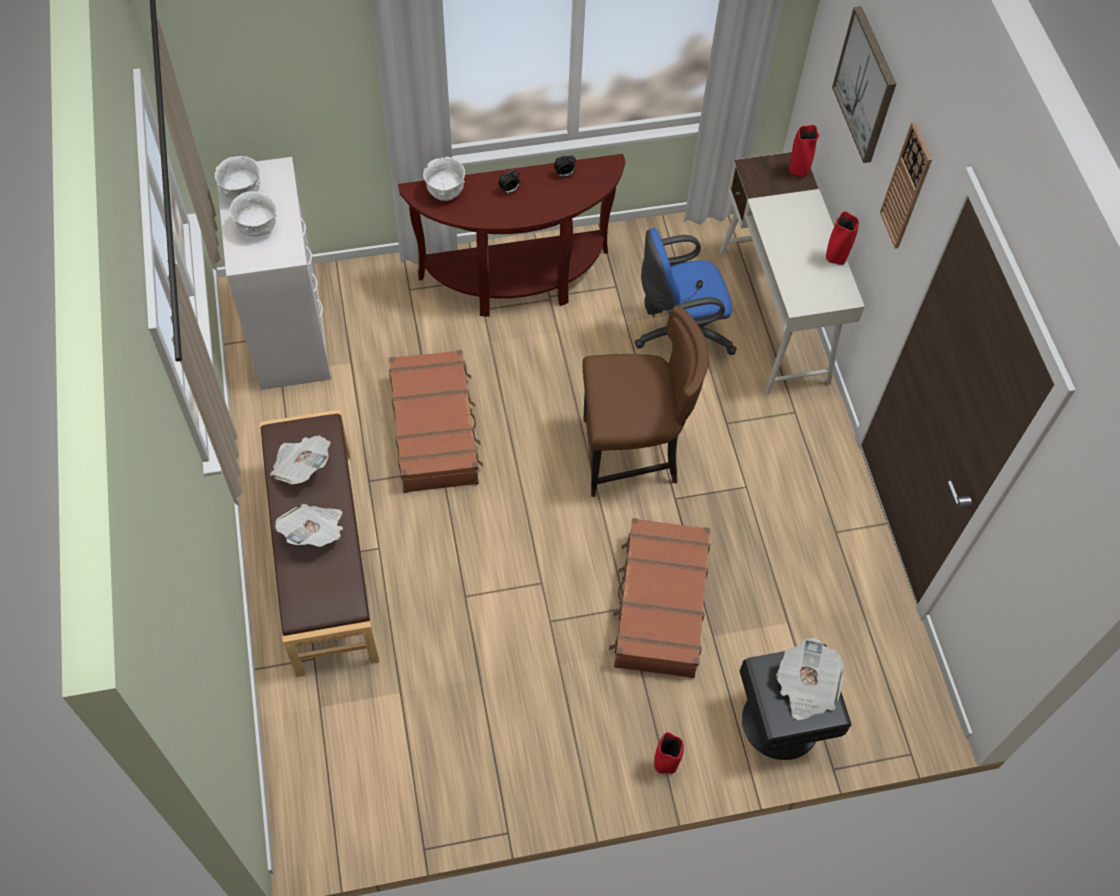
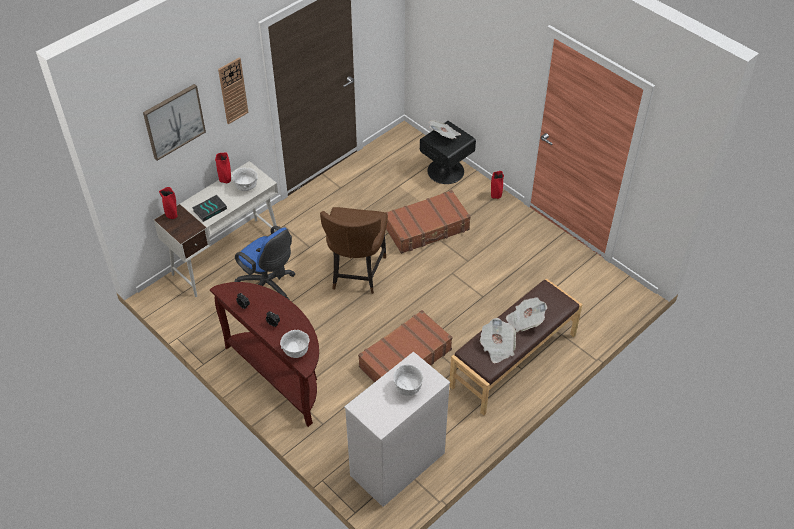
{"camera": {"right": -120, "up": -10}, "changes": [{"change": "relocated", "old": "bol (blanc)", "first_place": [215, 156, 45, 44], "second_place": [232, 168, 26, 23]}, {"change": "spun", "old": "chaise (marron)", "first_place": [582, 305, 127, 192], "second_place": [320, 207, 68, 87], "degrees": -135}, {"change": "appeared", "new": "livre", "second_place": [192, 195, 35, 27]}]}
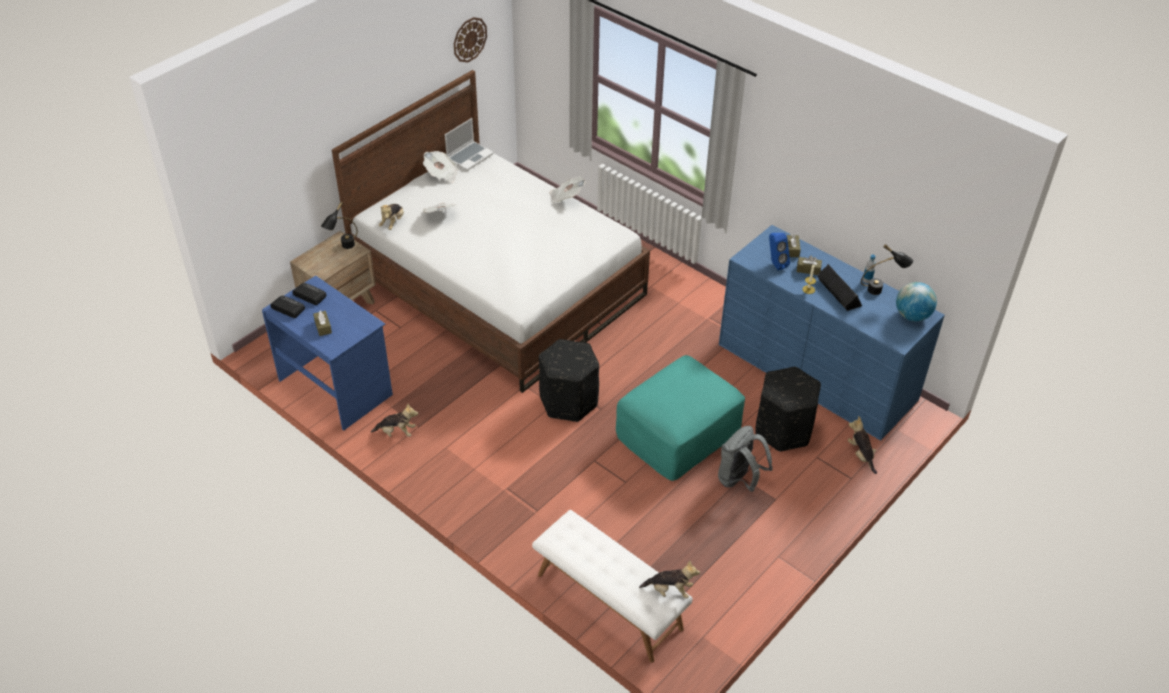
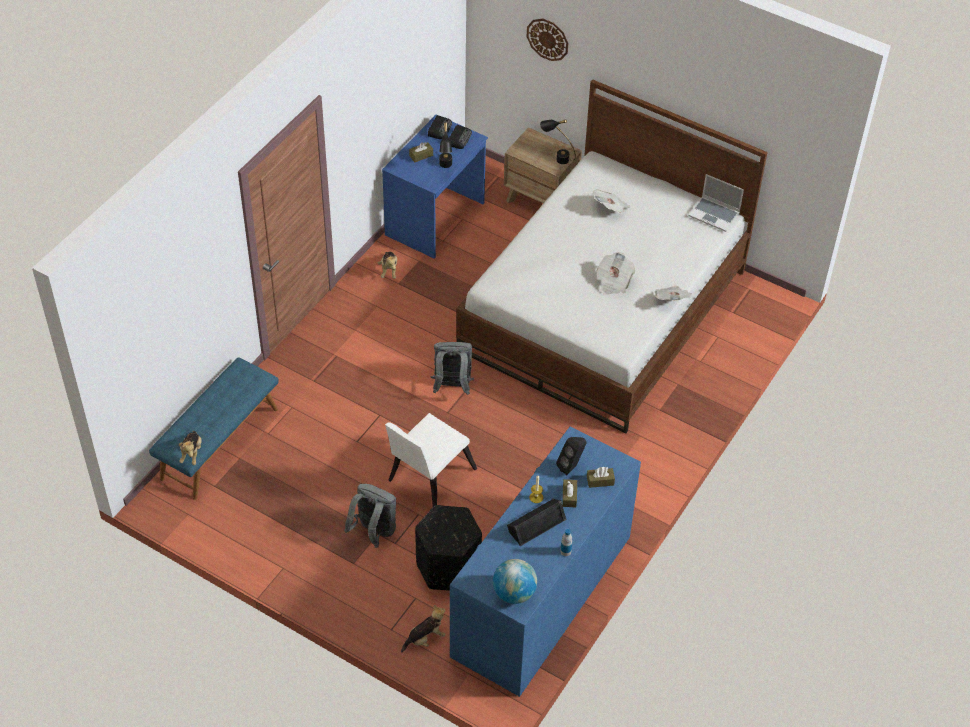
{"camera": {"right": 80, "up": 5}, "changes": [{"change": "missing", "old": "peluche", "first_place": [379, 204, 25, 26]}, {"change": "relocated", "old": "journal", "first_place": [423, 151, 35, 32], "second_place": [596, 252, 39, 43]}, {"change": "relocated", "old": "horloge murale", "first_place": [454, 17, 33, 46], "second_place": [527, 19, 41, 42]}, {"change": "colour", "old": "banc (blanc)", "new": "banc (bleu)", "first_place": [532, 510, 161, 153], "second_place": [149, 357, 130, 143]}, {"change": "exchanged", "old": "pouf (noir)", "new": "sac à dos (gris)", "first_place": [539, 339, 60, 83], "second_place": [430, 342, 44, 53]}, {"change": "exchanged", "old": "pouf (turquoise)", "new": "chaise (blanc)", "first_place": [616, 355, 129, 126], "second_place": [385, 413, 92, 93]}, {"change": "colour", "old": "enceinte (bleu)", "new": "enceinte (noir)", "first_place": [769, 233, 21, 38], "second_place": [556, 437, 30, 38]}, {"change": "relocated", "old": "lampe de table (noir)", "first_place": [861, 244, 52, 51], "second_place": [439, 123, 13, 45]}]}
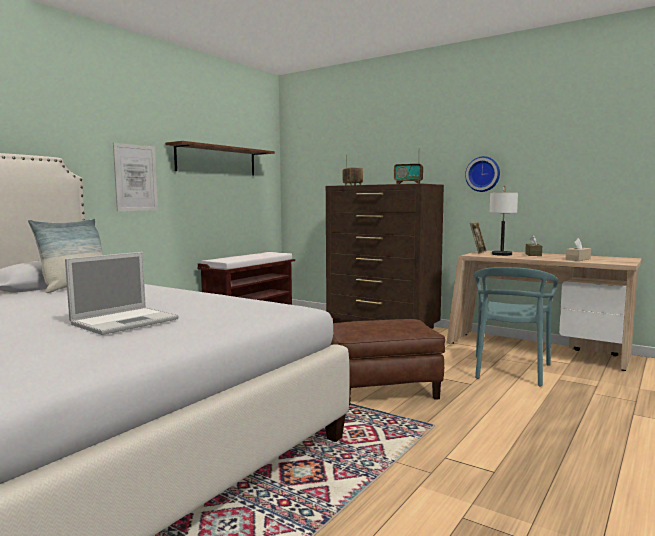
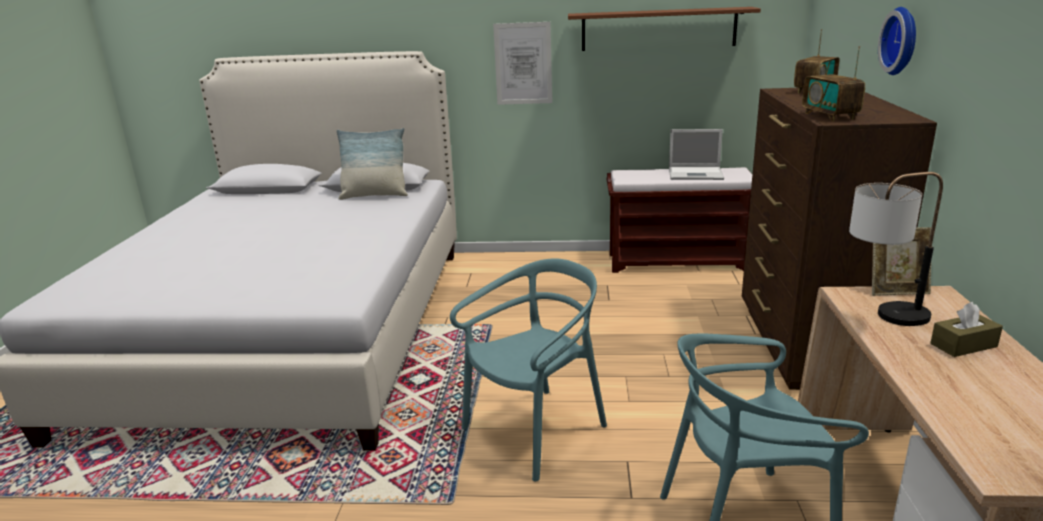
{"camera": {"right": 60, "up": 15}, "changes": [{"change": "relocated", "old": "ordinateur portable", "first_place": [65, 252, 114, 83], "second_place": [669, 129, 55, 51]}, {"change": "exchanged", "old": "pouf (marron)", "new": "chaise (turquoise)", "first_place": [330, 319, 115, 87], "second_place": [450, 258, 157, 223]}, {"change": "relocated", "old": "horloge murale", "first_place": [465, 156, 35, 36], "second_place": [878, 7, 38, 68]}, {"change": "missing", "old": "boîte à mouchoirs (beige)", "first_place": [566, 238, 25, 23]}]}
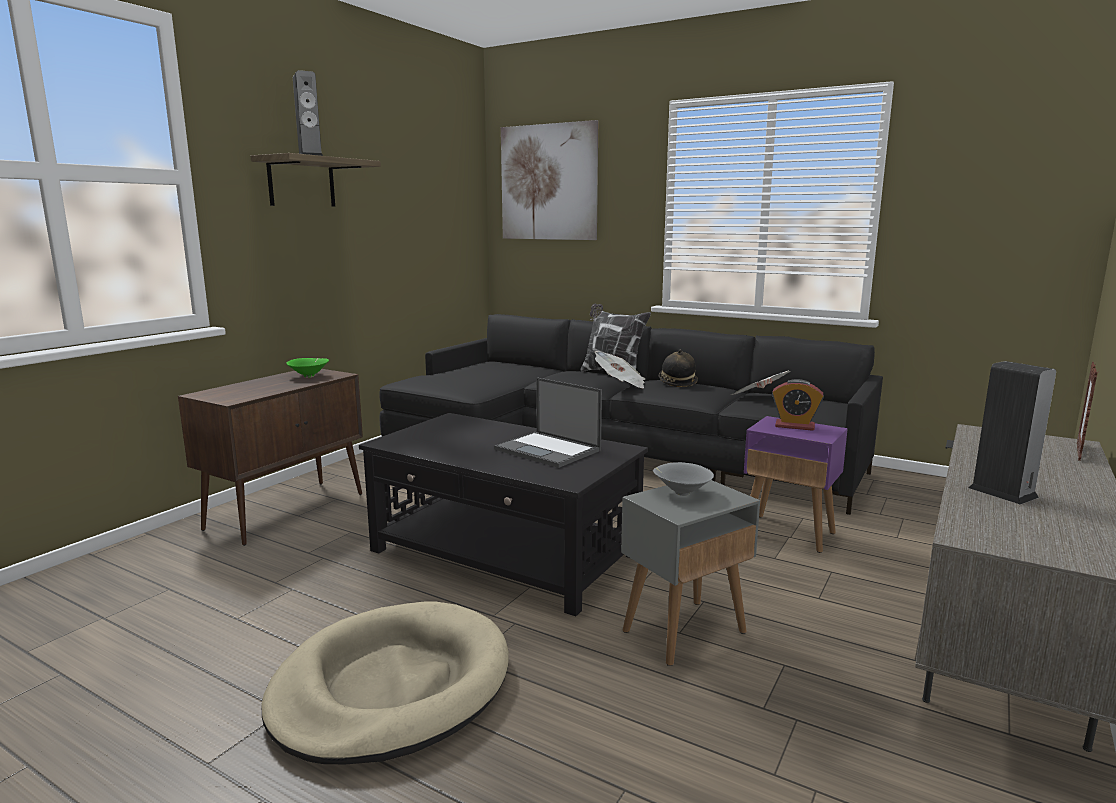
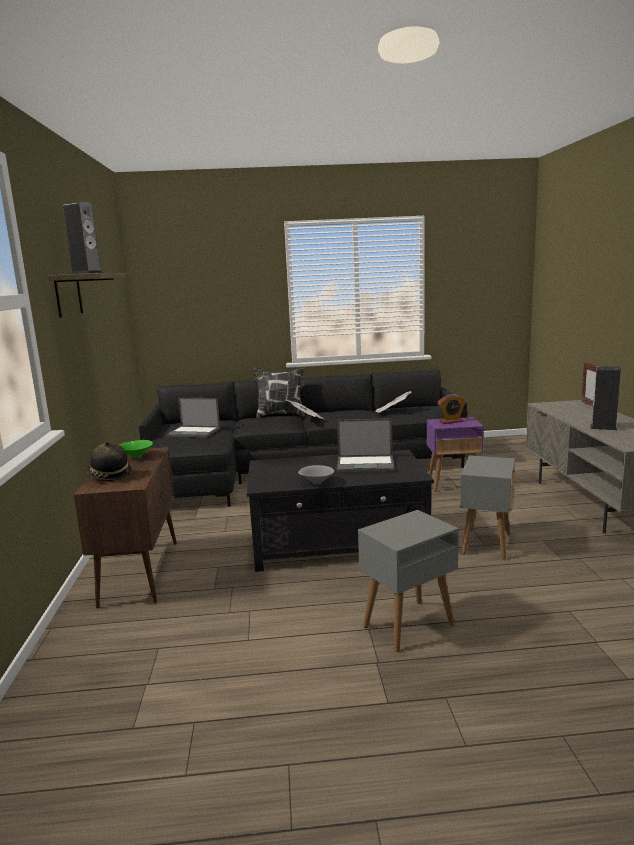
{"camera": {"right": -35, "up": 0}, "changes": [{"change": "exchanged", "old": "panier pour chien (beige)", "new": "table d'appoint (gris)", "first_place": [261, 601, 248, 163], "second_place": [358, 510, 101, 142]}, {"change": "missing", "old": "tableau", "first_place": [501, 120, 97, 120]}, {"change": "relocated", "old": "bol (gris)", "first_place": [653, 462, 61, 34], "second_place": [298, 465, 36, 20]}, {"change": "relocated", "old": "chapeau", "first_place": [659, 349, 39, 38], "second_place": [87, 441, 45, 41]}, {"change": "appeared", "new": "ordinateur portable", "second_place": [166, 398, 54, 40]}]}
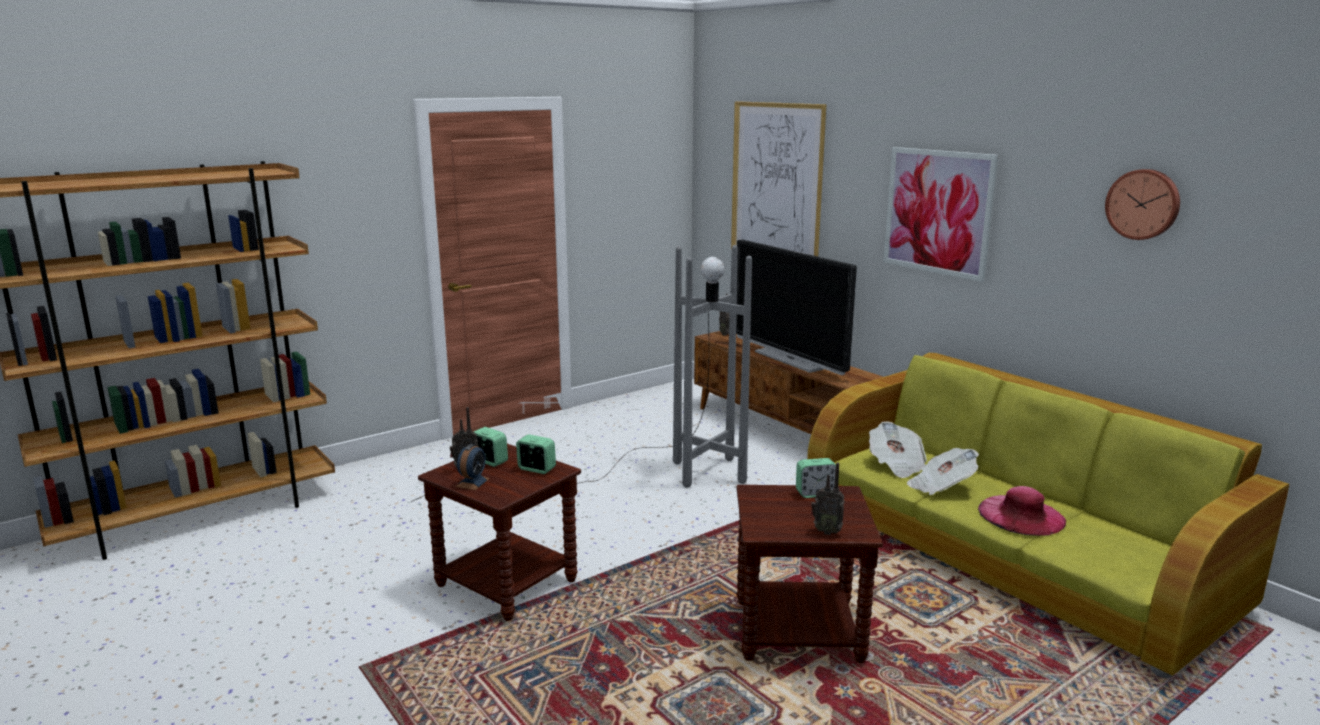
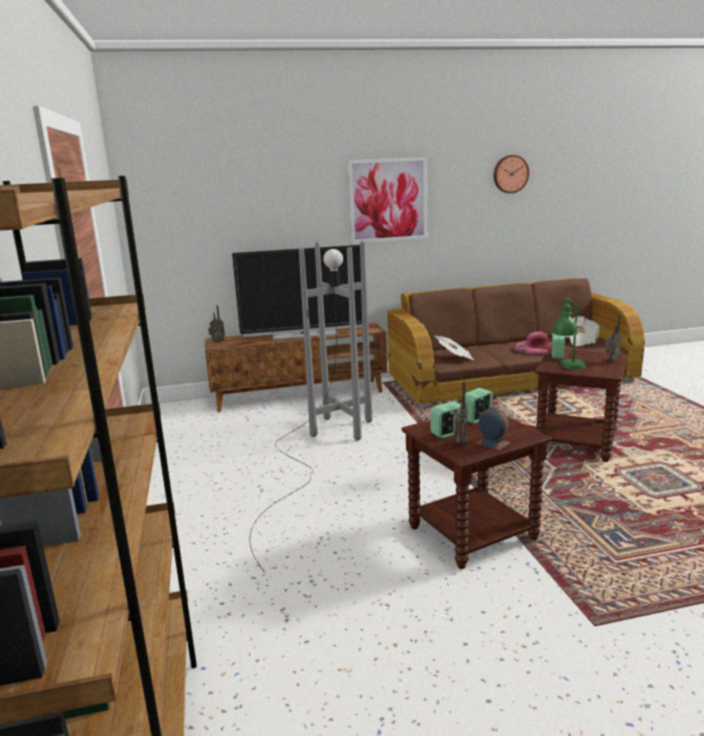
{"camera": {"right": -65, "up": 0}, "changes": [{"change": "missing", "old": "tableau", "first_place": [731, 101, 96, 155]}, {"change": "colour", "old": "canapé (vert)", "new": "canapé (marron)", "first_place": [807, 353, 482, 325], "second_place": [387, 278, 258, 130]}, {"change": "relocated", "old": "journal", "first_place": [907, 448, 72, 47], "second_place": [565, 316, 35, 30]}, {"change": "appeared", "new": "lampe de table (vert)", "second_place": [552, 298, 34, 71]}]}
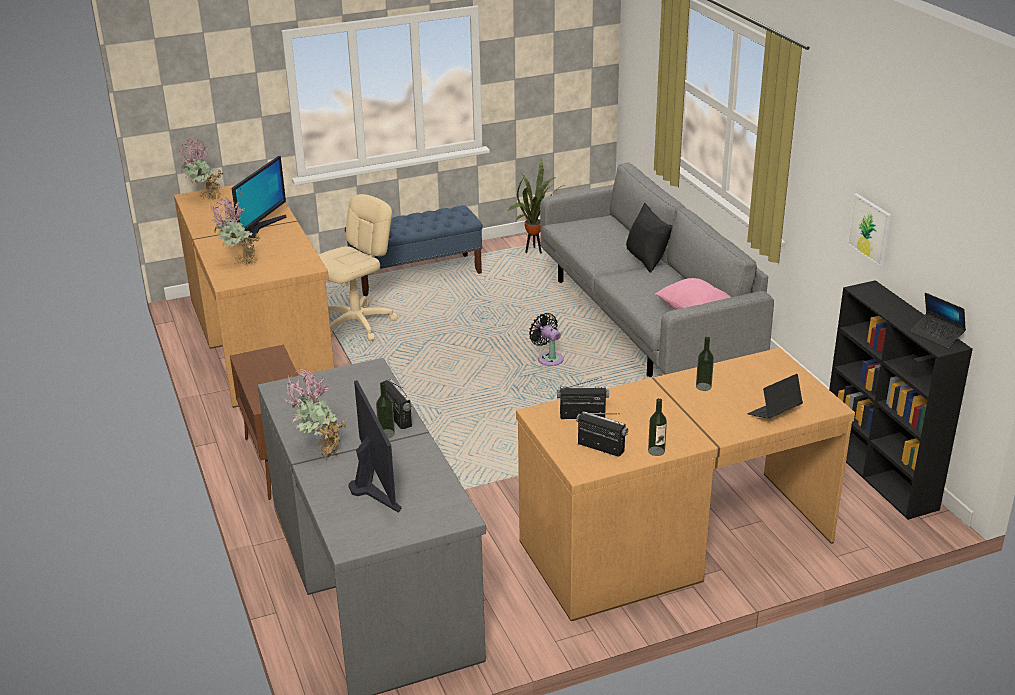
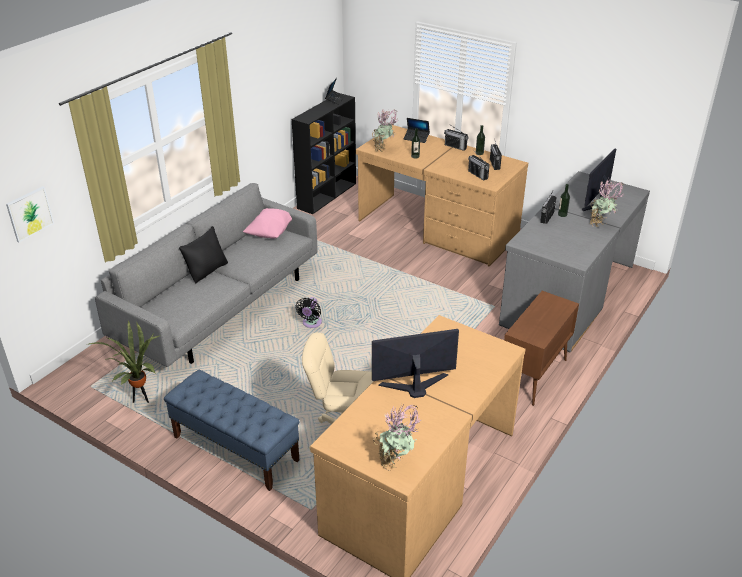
{"camera": {"right": -125, "up": 5}, "changes": [{"change": "relocated", "old": "plante en pot", "first_place": [210, 197, 51, 68], "second_place": [372, 109, 27, 43]}, {"change": "relocated", "old": "tableau", "first_place": [847, 193, 44, 74], "second_place": [6, 186, 48, 56]}, {"change": "appeared", "new": "radio", "second_place": [444, 124, 25, 27]}]}
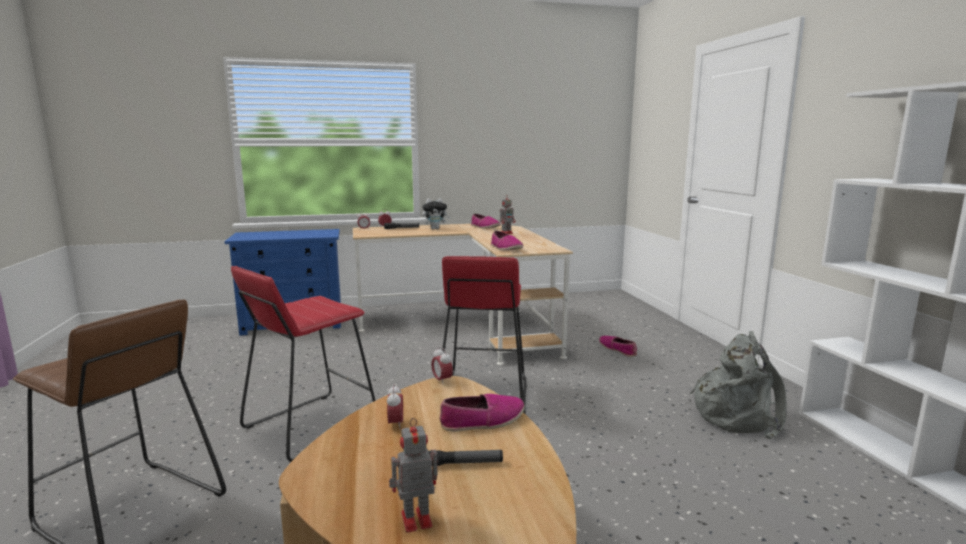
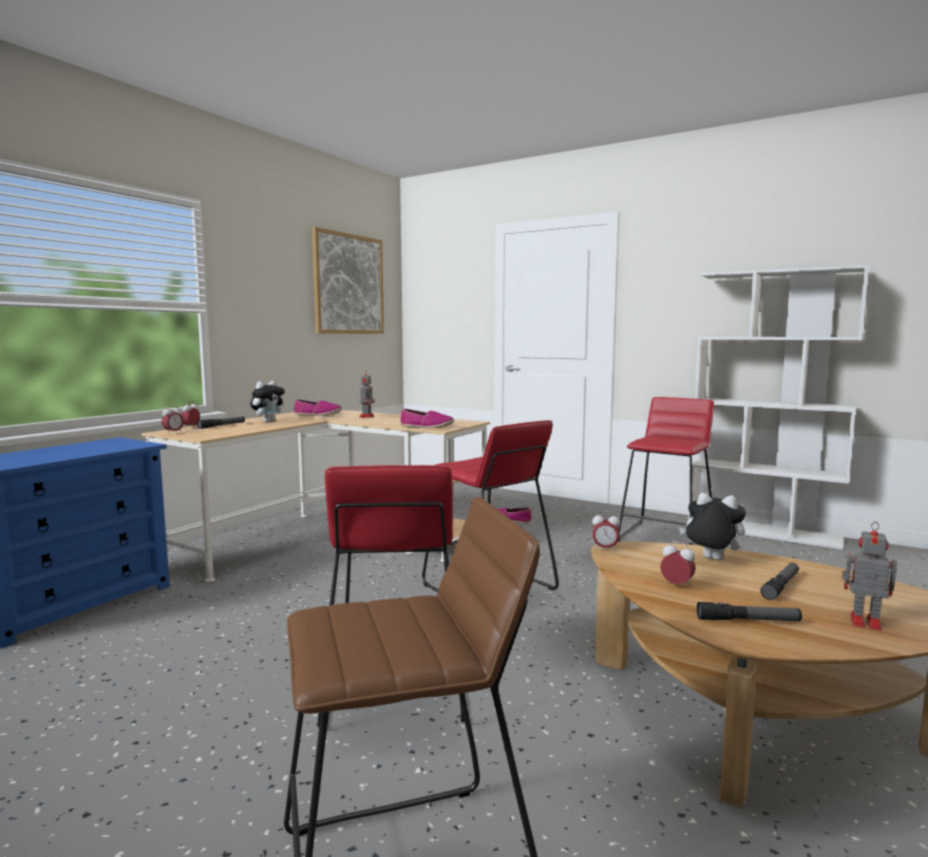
{"camera": {"right": -45, "up": -5}, "changes": [{"change": "spun", "old": "robot jouet", "first_place": [389, 418, 49, 114], "second_place": [842, 522, 55, 109], "degrees": 90}, {"change": "exchanged", "old": "chaussure", "new": "peluche", "first_place": [440, 394, 85, 38], "second_place": [679, 493, 67, 68]}, {"change": "exchanged", "old": "sac à dos (gris)", "new": "tabouret (rouge)", "first_place": [690, 331, 97, 108], "second_place": [618, 397, 96, 148]}, {"change": "appeared", "new": "tableau", "second_place": [312, 227, 72, 107]}, {"change": "appeared", "new": "lampe de poche", "second_place": [697, 602, 105, 19]}]}
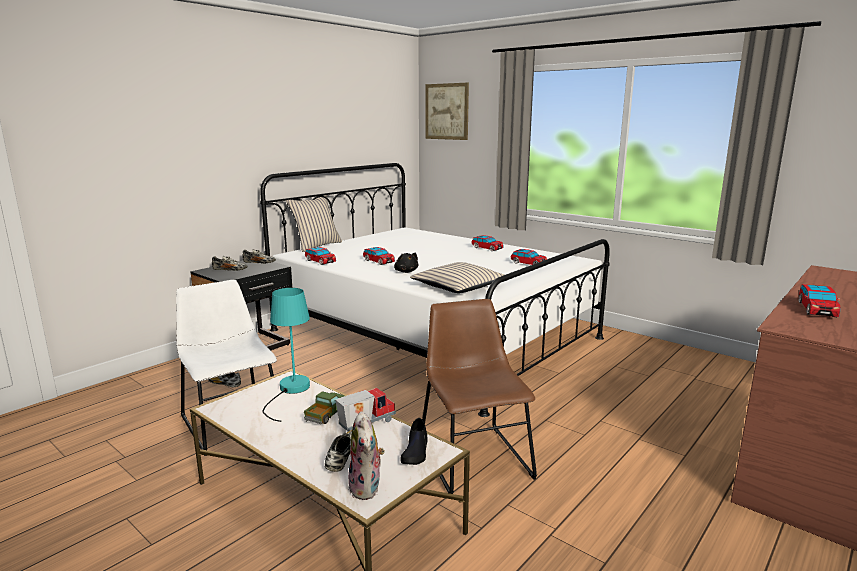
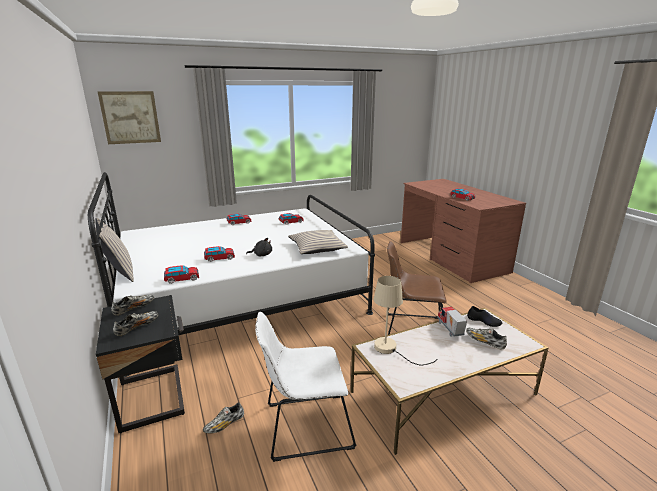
{"camera": {"right": -65, "up": 5}, "changes": [{"change": "colour", "old": "lampe de table (turquoise)", "new": "lampe de table (beige)", "first_place": [263, 288, 47, 134], "second_place": [374, 276, 63, 90]}, {"change": "missing", "old": "camion jouet", "first_place": [304, 391, 41, 33]}, {"change": "missing", "old": "peluche", "first_place": [348, 411, 36, 89]}]}
